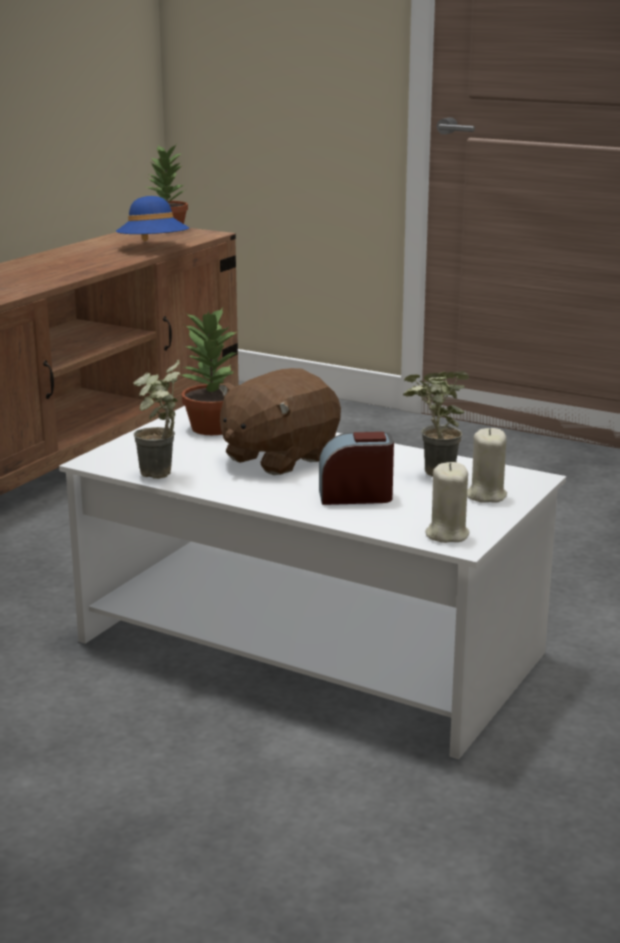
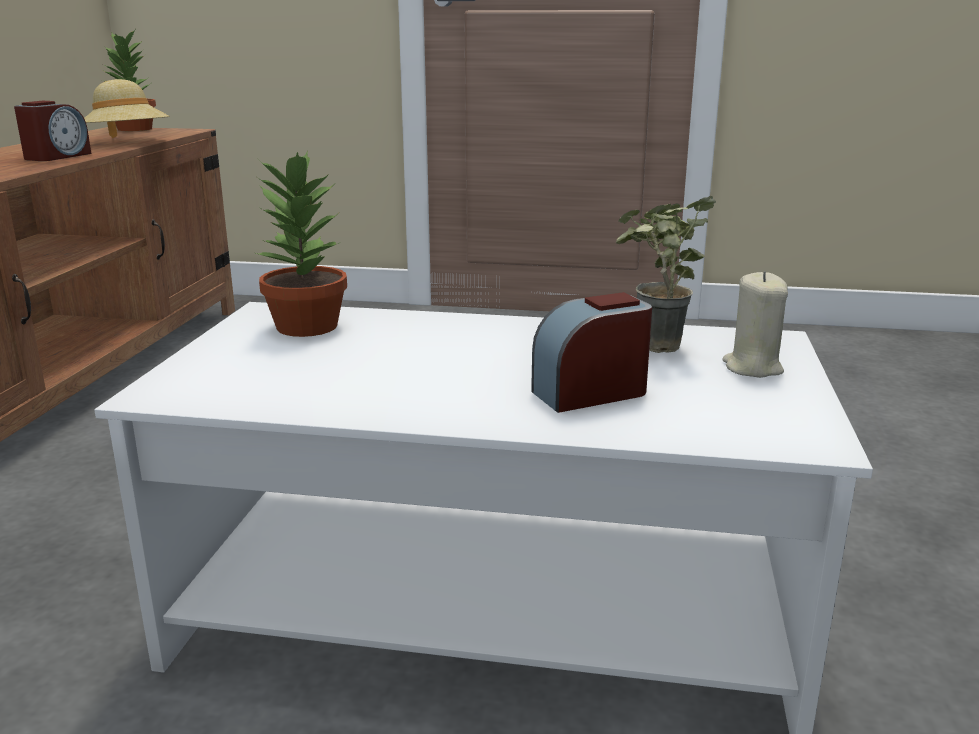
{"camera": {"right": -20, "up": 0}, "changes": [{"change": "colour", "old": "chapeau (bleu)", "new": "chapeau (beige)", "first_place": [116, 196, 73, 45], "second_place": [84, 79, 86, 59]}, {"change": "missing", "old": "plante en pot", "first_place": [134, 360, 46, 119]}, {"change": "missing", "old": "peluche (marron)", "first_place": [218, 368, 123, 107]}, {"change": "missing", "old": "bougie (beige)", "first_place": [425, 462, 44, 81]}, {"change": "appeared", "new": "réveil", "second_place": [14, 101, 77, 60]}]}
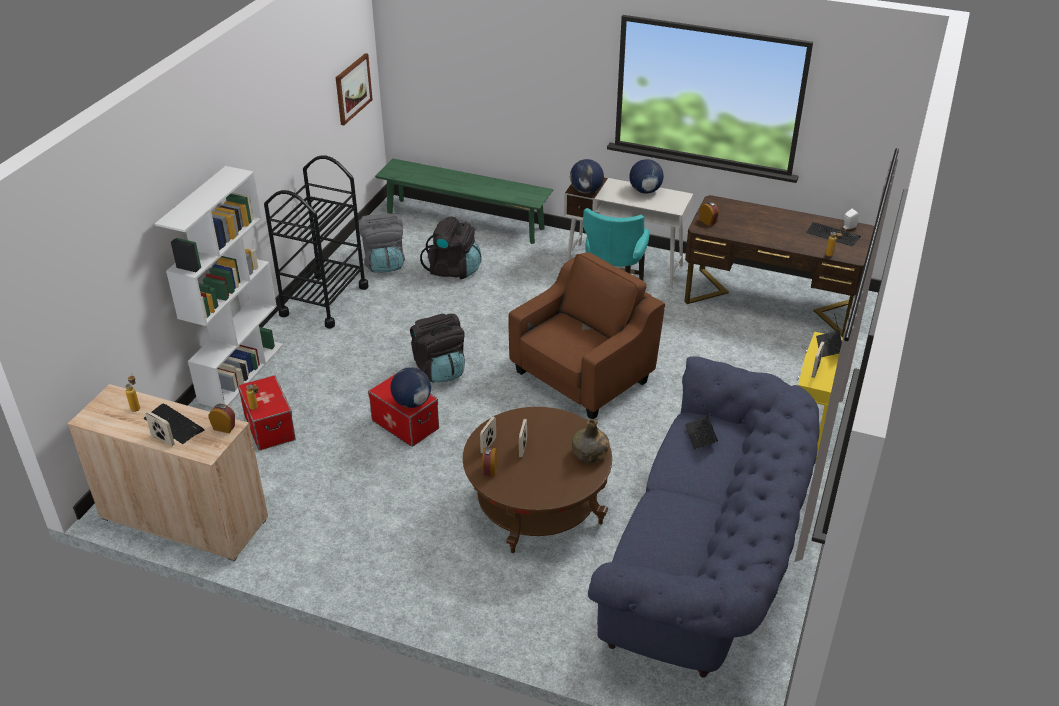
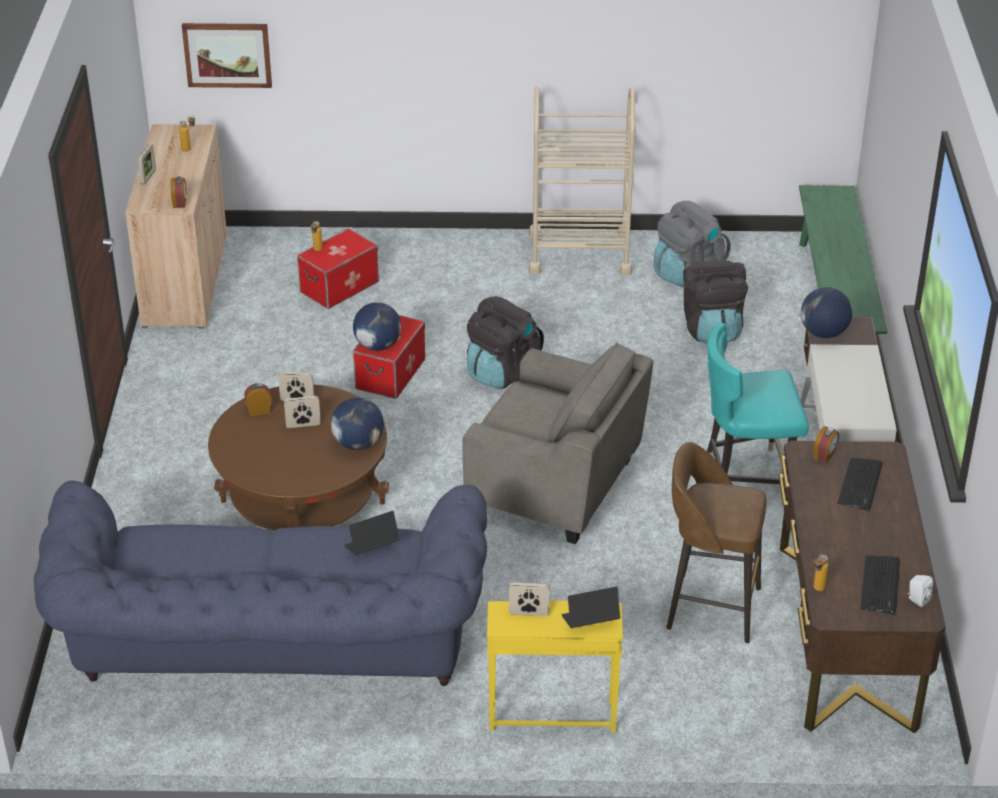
{"camera": {"right": 70, "up": 0}, "changes": [{"change": "relocated", "old": "clavier", "first_place": [143, 404, 61, 40], "second_place": [837, 458, 45, 53]}, {"change": "missing", "old": "bibliothèque (blanc)", "first_place": [155, 166, 128, 241]}, {"change": "colour", "old": "chariot (noir)", "new": "chariot (beige)", "first_place": [264, 155, 105, 173], "second_place": [529, 87, 106, 189]}, {"change": "relocated", "old": "tableau", "first_place": [336, 53, 37, 72], "second_place": [182, 23, 90, 65]}, {"change": "colour", "old": "fauteuil (marron)", "new": "fauteuil (gris)", "first_place": [508, 252, 157, 167], "second_place": [462, 343, 192, 201]}, {"change": "missing", "old": "bouteille (vert)", "first_place": [572, 419, 37, 44]}, {"change": "relocated", "old": "globe", "first_place": [629, 159, 35, 35], "second_place": [331, 398, 53, 52]}, {"change": "appeared", "new": "tabouret (marron)", "second_place": [666, 442, 101, 201]}]}
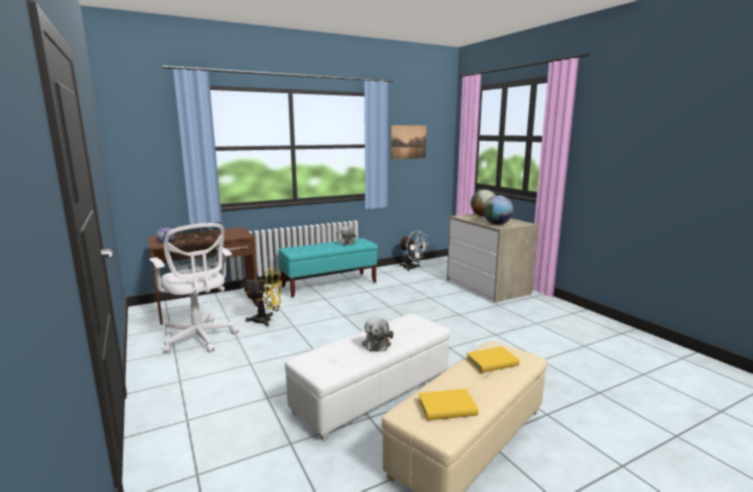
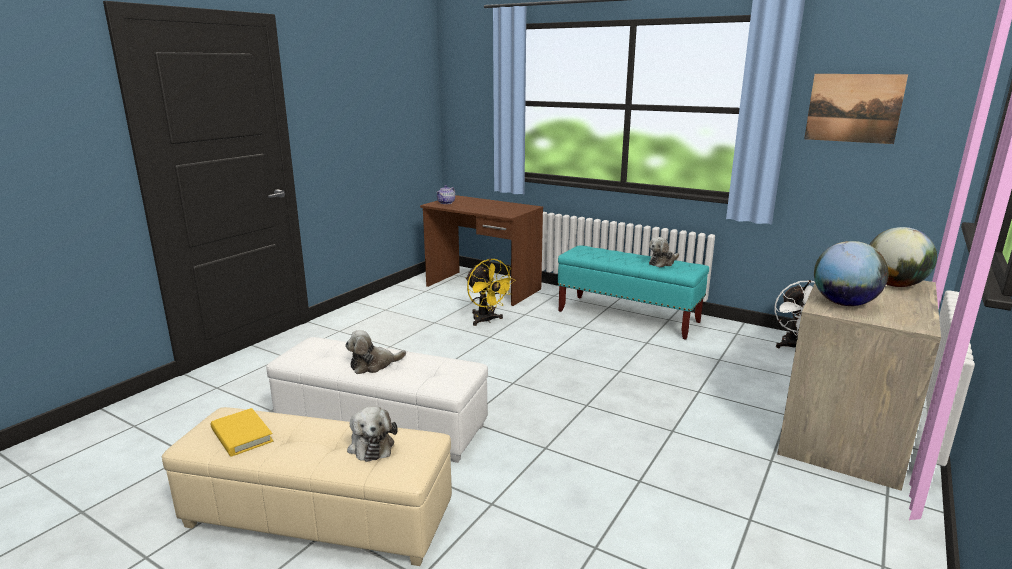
{"camera": {"right": 60, "up": 5}, "changes": [{"change": "missing", "old": "chaise de bureau (blanc)", "first_place": [149, 223, 90, 131]}, {"change": "exchanged", "old": "livre (jaune)", "new": "peluche", "first_place": [466, 347, 54, 26], "second_place": [347, 406, 51, 56]}]}
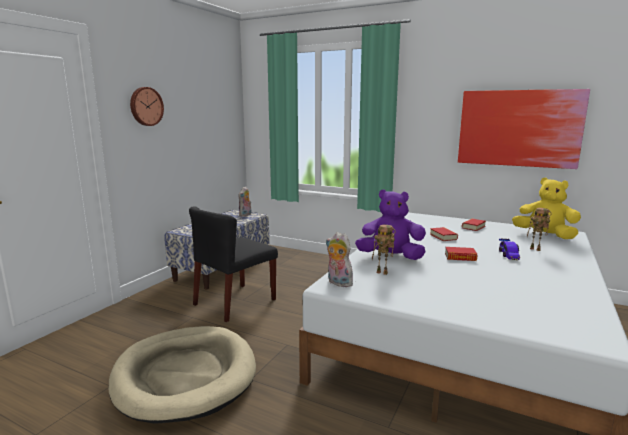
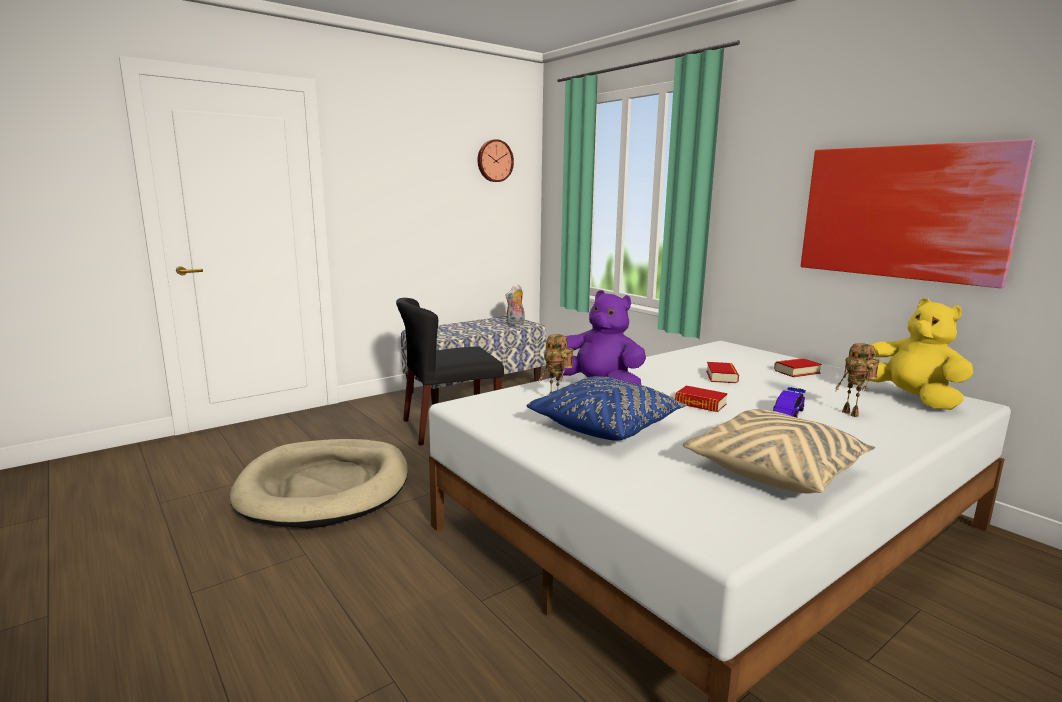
{"camera": {"right": 25, "up": 0}, "changes": [{"change": "relocated", "old": "horloge murale", "first_place": [130, 87, 34, 39], "second_place": [477, 139, 37, 43]}, {"change": "missing", "old": "peluche", "first_place": [326, 232, 27, 55]}, {"change": "appeared", "new": "coussin (bleu)", "second_place": [527, 376, 160, 65]}, {"change": "appeared", "new": "coussin (beige)", "second_place": [683, 409, 192, 84]}]}
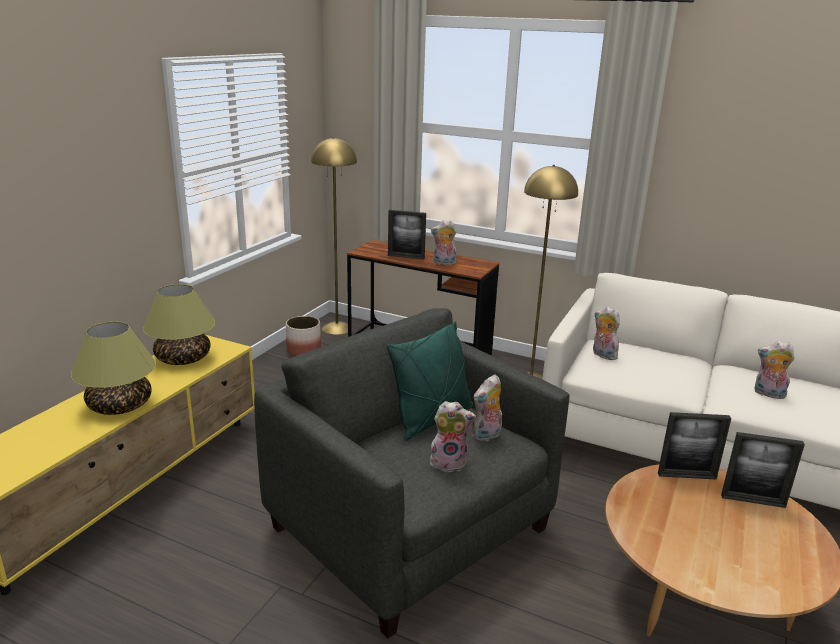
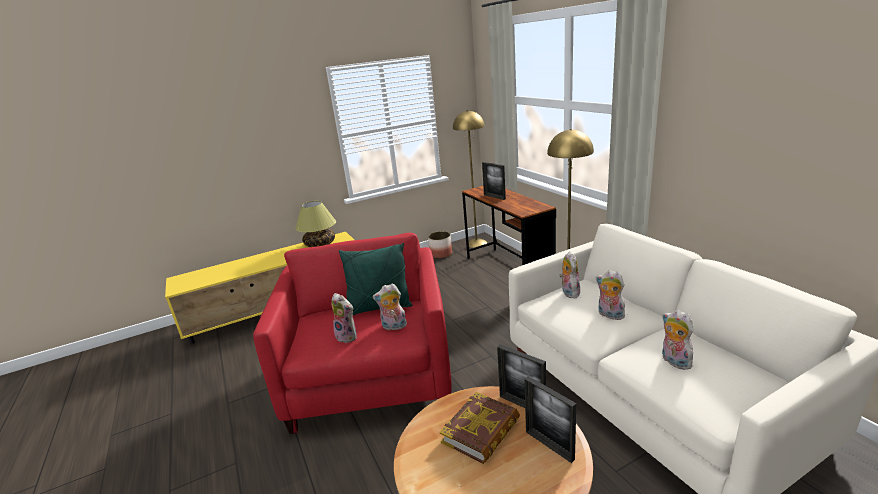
{"camera": {"right": 40, "up": 0}, "changes": [{"change": "missing", "old": "lampe de table", "first_place": [71, 321, 85, 94]}, {"change": "colour", "old": "fauteuil (gris)", "new": "fauteuil (rouge)", "first_place": [254, 308, 316, 330], "second_place": [253, 233, 199, 201]}, {"change": "relocated", "old": "peluche", "first_place": [431, 220, 26, 45], "second_place": [596, 270, 29, 50]}, {"change": "appeared", "new": "livre", "second_place": [440, 392, 80, 72]}]}
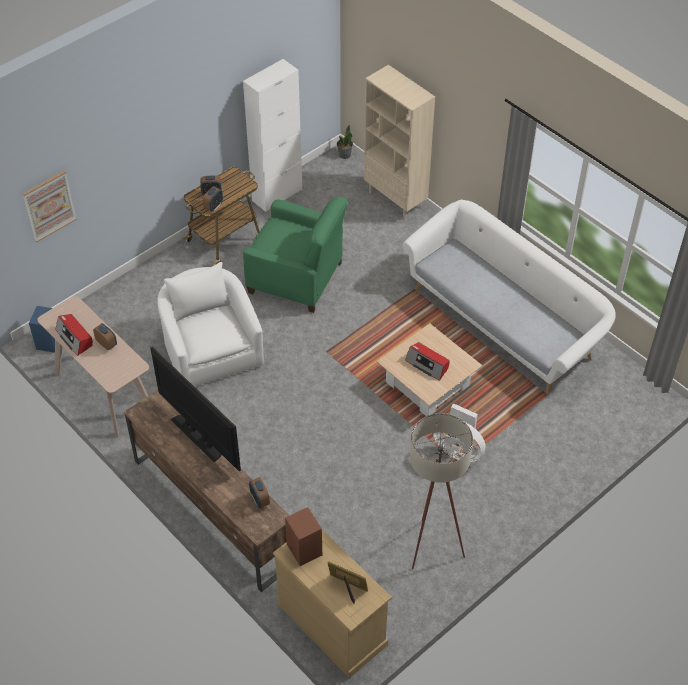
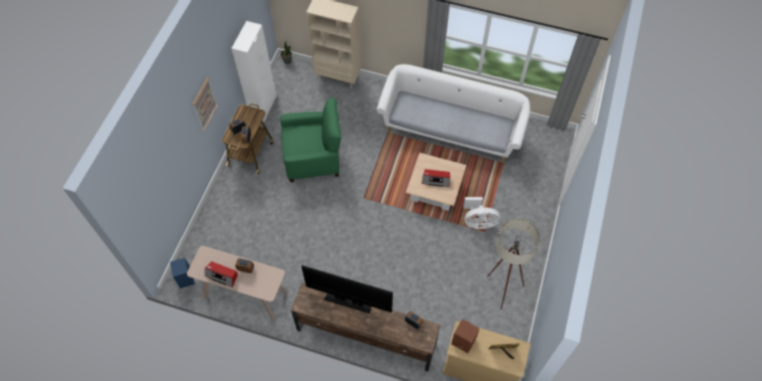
{"camera": {"right": -30, "up": 10}, "changes": [{"change": "relocated", "old": "tableau", "first_place": [22, 170, 55, 72], "second_place": [192, 77, 26, 54]}, {"change": "missing", "old": "fauteuil (blanc)", "first_place": [157, 262, 107, 124]}]}
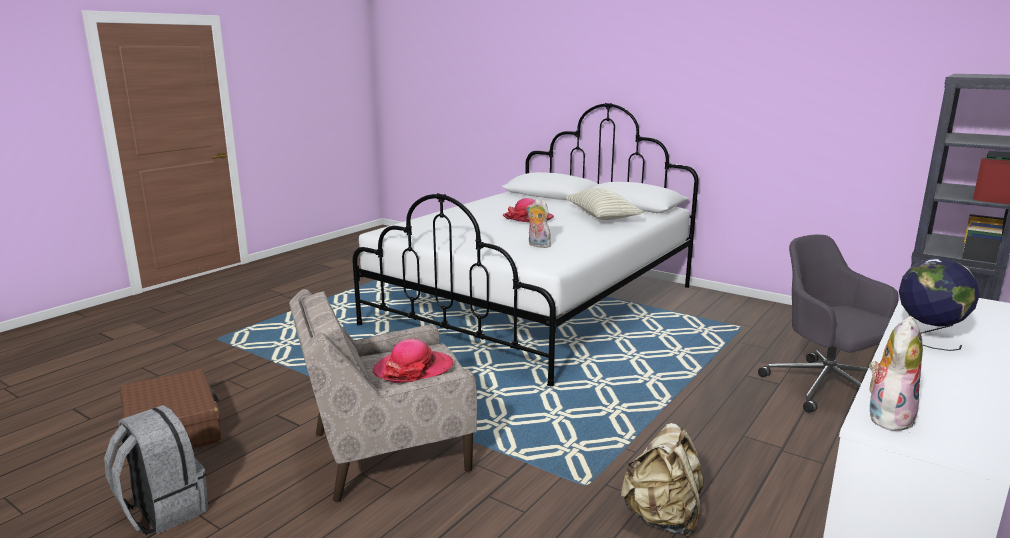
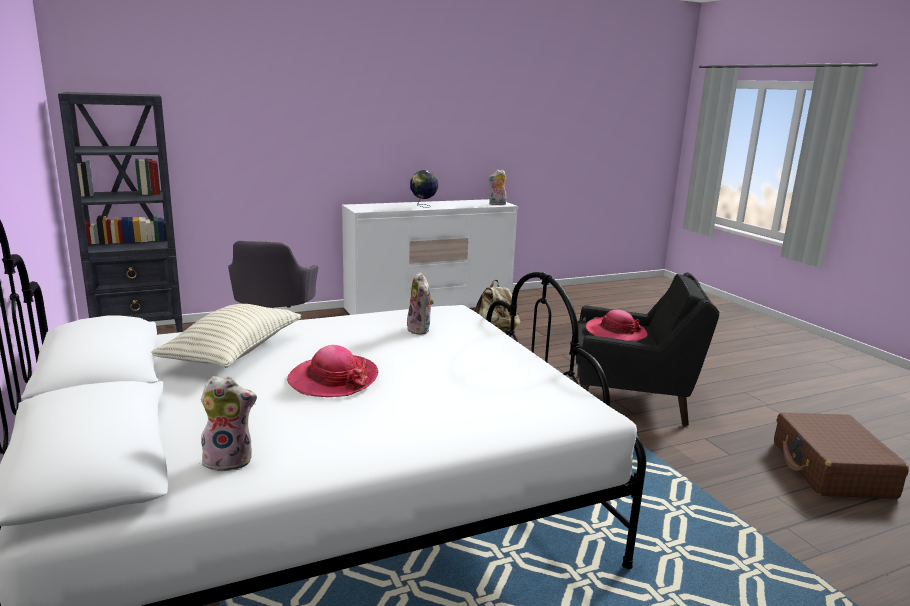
{"camera": {"right": -150, "up": 0}, "changes": [{"change": "missing", "old": "sac à dos (gris)", "first_place": [104, 405, 104, 130]}, {"change": "colour", "old": "fauteuil (beige)", "new": "fauteuil (noir)", "first_place": [289, 289, 188, 213], "second_place": [576, 273, 143, 153]}, {"change": "appeared", "new": "peluche", "second_place": [201, 376, 56, 96]}]}
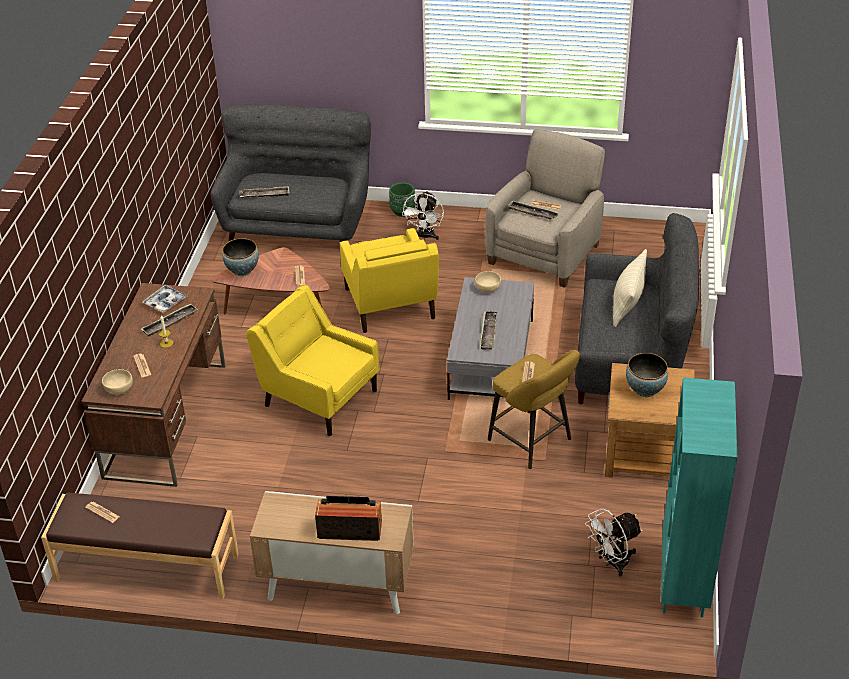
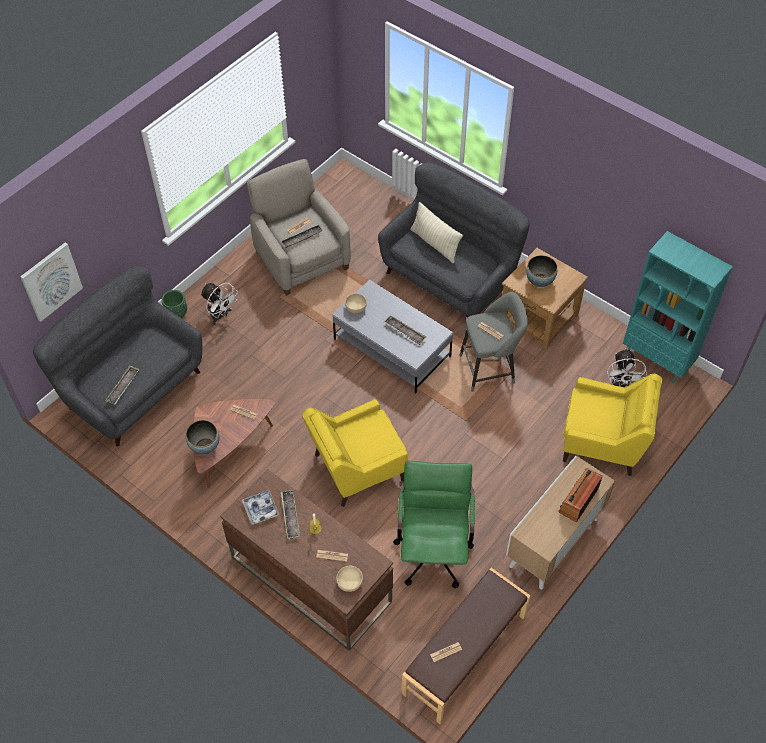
{"camera": {"right": -60, "up": 15}, "changes": [{"change": "relocated", "old": "fauteuil (jaune)", "first_place": [340, 228, 99, 105], "second_place": [563, 374, 99, 102]}, {"change": "colour", "old": "tabouret (jaune)", "new": "tabouret (gris)", "first_place": [488, 350, 92, 119], "second_place": [460, 292, 68, 100]}, {"change": "appeared", "new": "tableau", "second_place": [20, 242, 63, 80]}, {"change": "appeared", "new": "chaise de bureau (vert)", "second_place": [393, 461, 82, 127]}]}
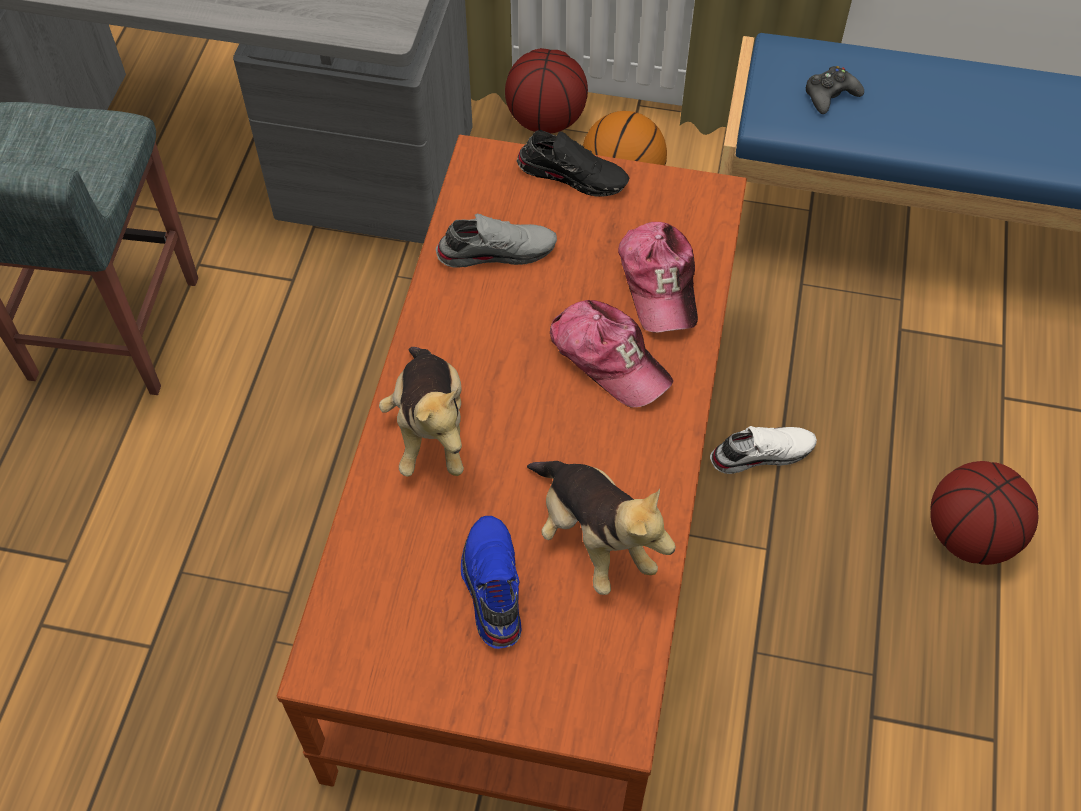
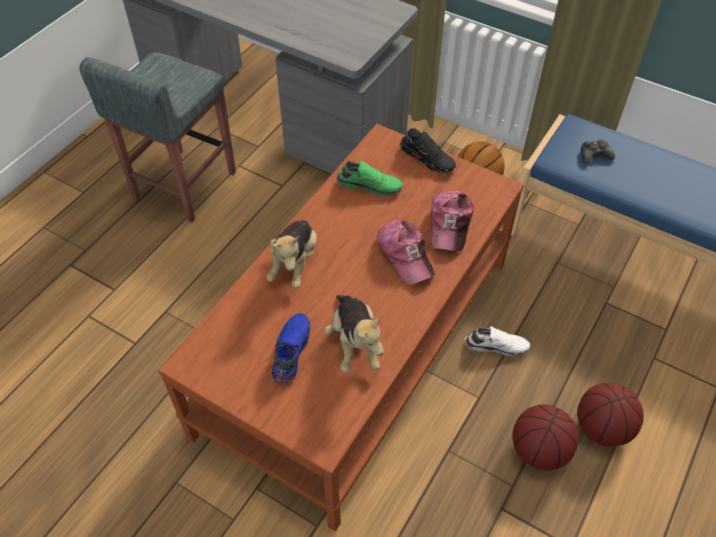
{"camera": {"right": 20, "up": -5}, "changes": [{"change": "colour", "old": "chaussure (gris)", "new": "chaussure (vert)", "first_place": [436, 214, 121, 54], "second_place": [336, 161, 67, 35]}, {"change": "relocated", "old": "ballon de basket", "first_place": [505, 48, 83, 85], "second_place": [512, 404, 67, 66]}]}
